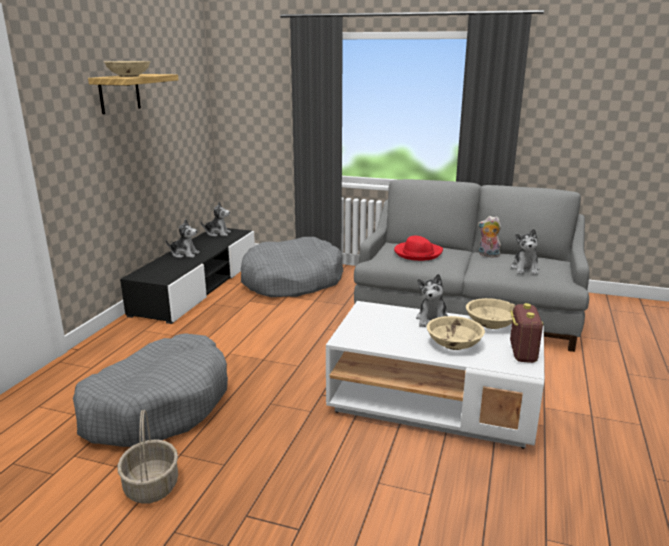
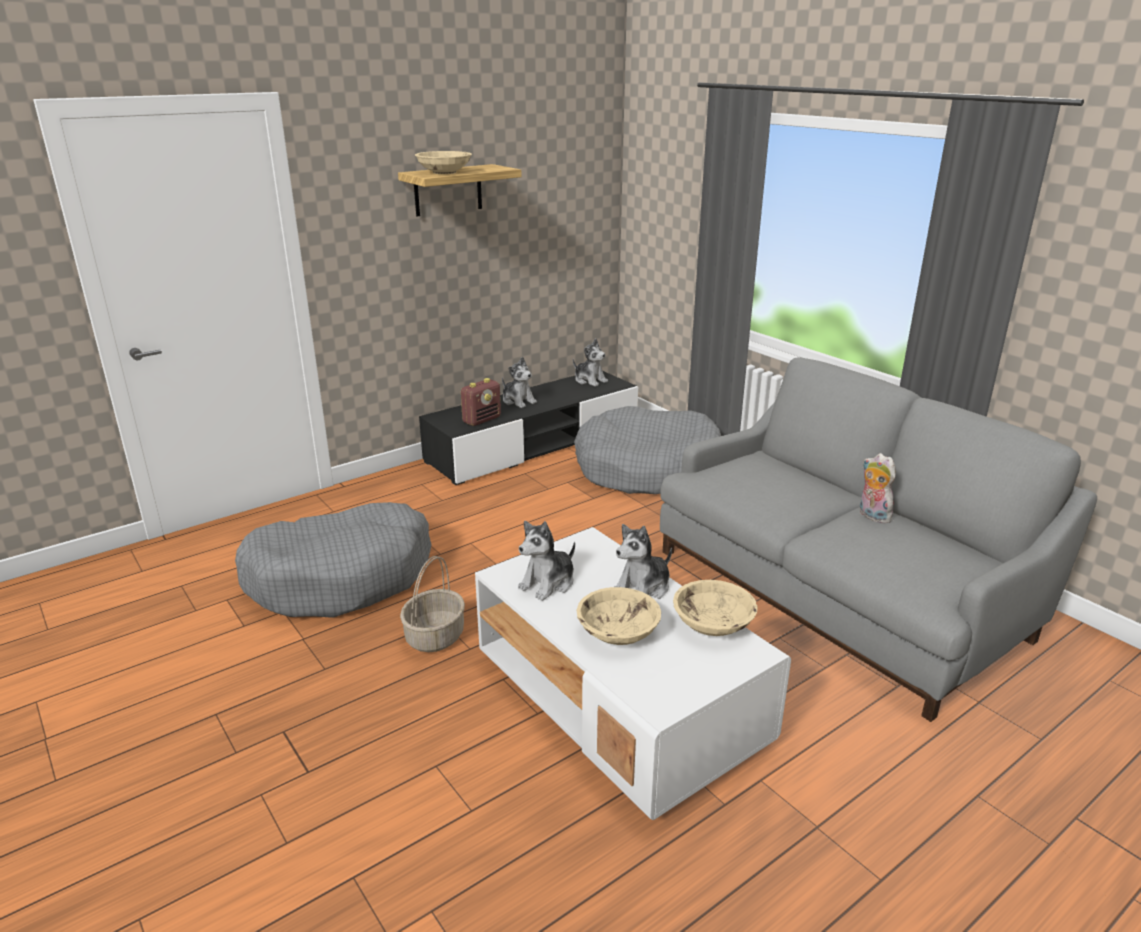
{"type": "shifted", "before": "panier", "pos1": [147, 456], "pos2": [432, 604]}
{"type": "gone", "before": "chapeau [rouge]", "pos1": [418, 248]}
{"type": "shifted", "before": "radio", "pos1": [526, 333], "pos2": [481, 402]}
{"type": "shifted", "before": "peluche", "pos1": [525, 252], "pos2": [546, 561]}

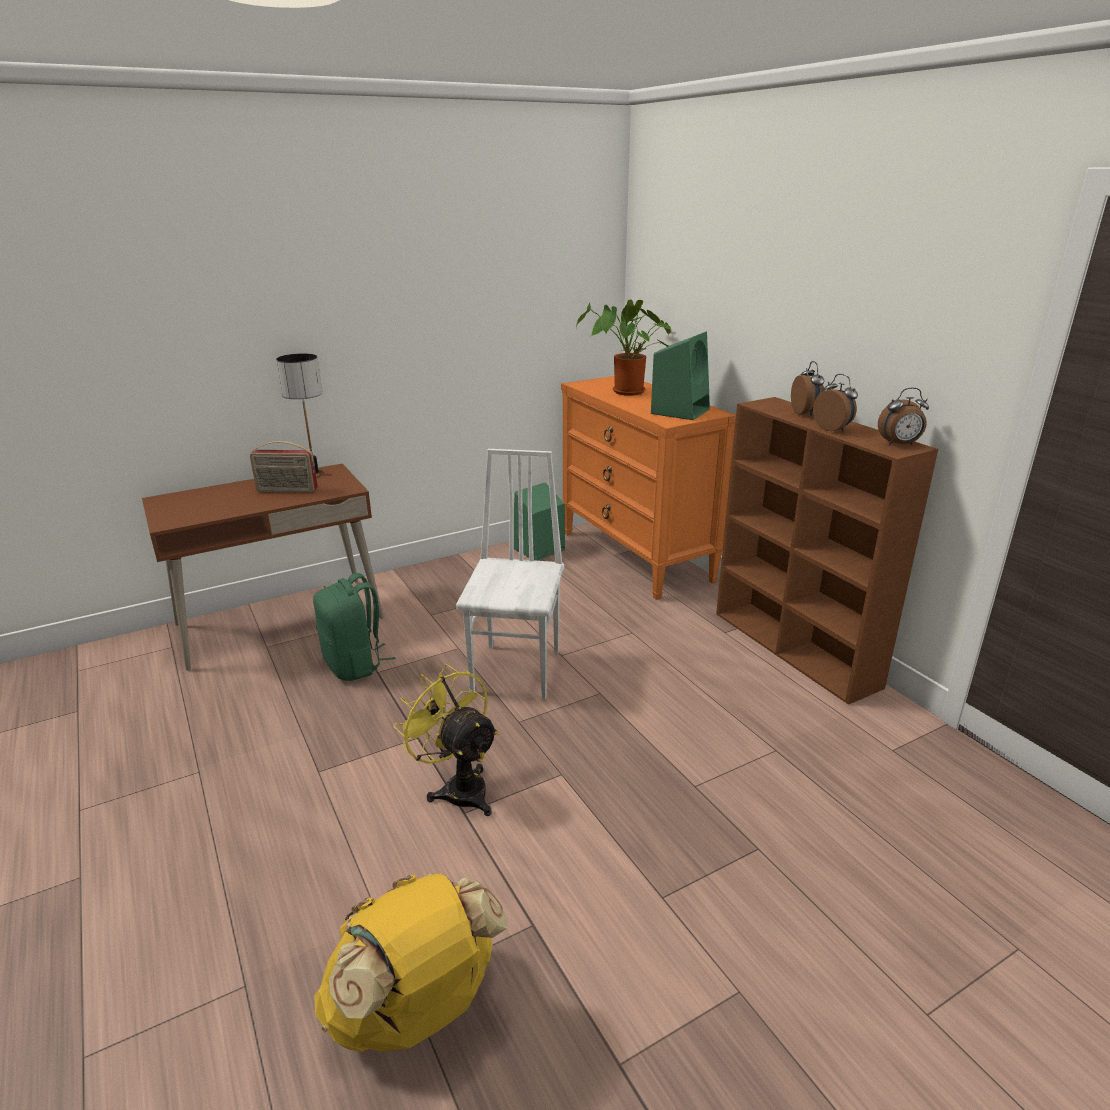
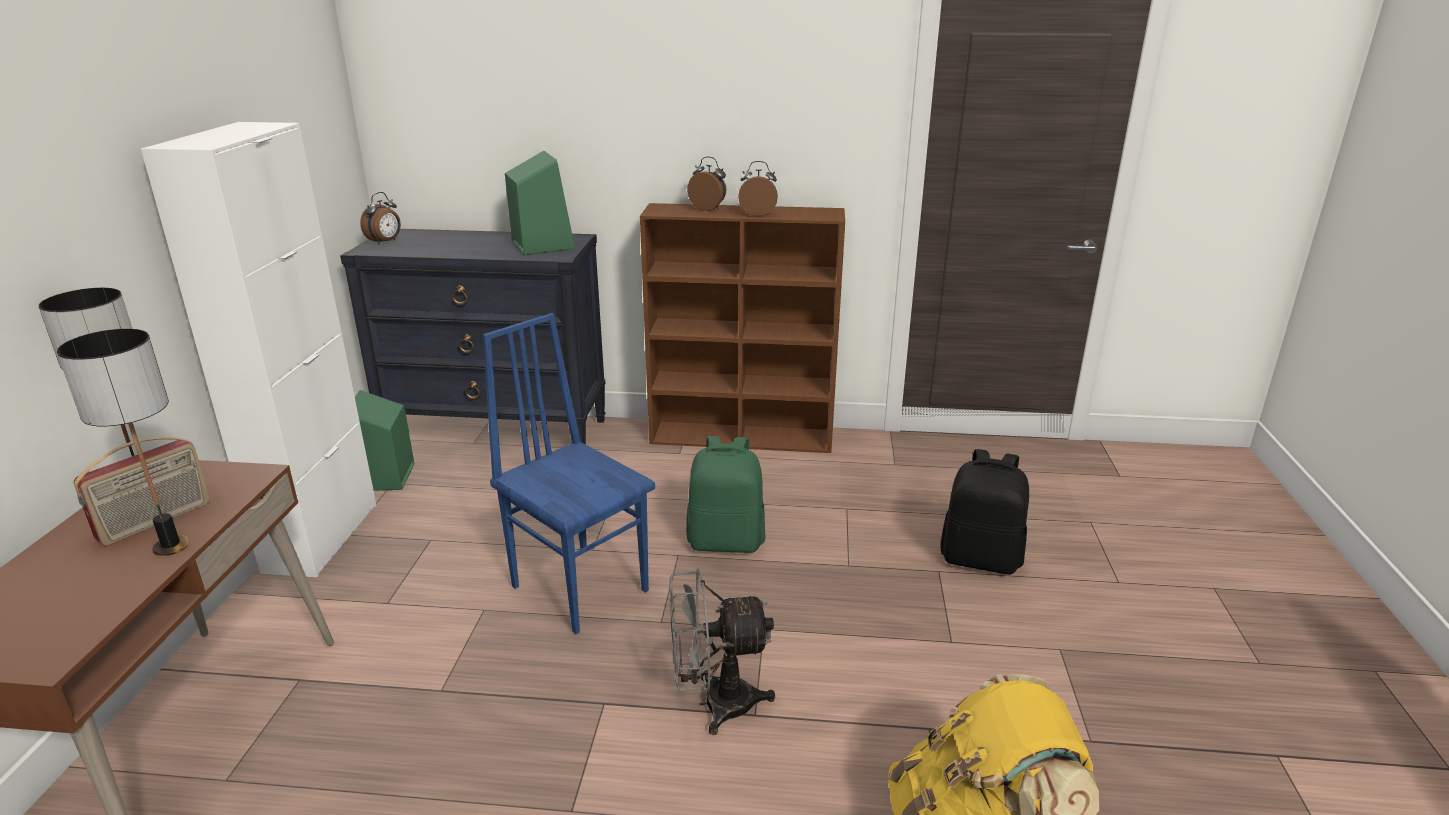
{"type": "shifted", "before": "sac à dos [vert]", "pos1": [354, 627], "pos2": [725, 494]}
{"type": "repainted", "before": "ventilateur [jaune]", "after": "ventilateur [gris]", "pos1": [446, 740], "pos2": [722, 651]}
{"type": "repainted", "before": "chaise [blanc]", "after": "chaise [bleu]", "pos1": [510, 574], "pos2": [569, 473]}
{"type": "repainted", "before": "commode [orange]", "after": "commode [noir]", "pos1": [648, 488], "pos2": [473, 337]}
{"type": "gone", "before": "plante en pot", "pos1": [624, 347]}
{"type": "shifted", "before": "réveil", "pos1": [903, 417], "pos2": [380, 218]}
{"type": "new", "after": "lampe de table", "pos2": [123, 442]}
{"type": "new", "after": "meuble de rangement [blanc]", "pos2": [259, 349]}
{"type": "new", "after": "sac à dos [noir]", "pos2": [984, 512]}

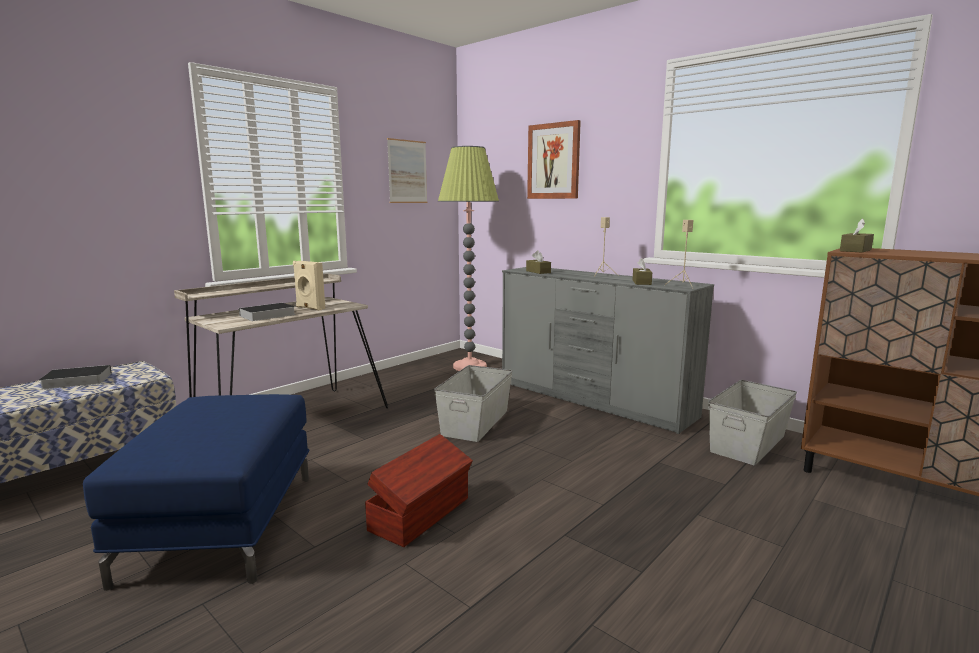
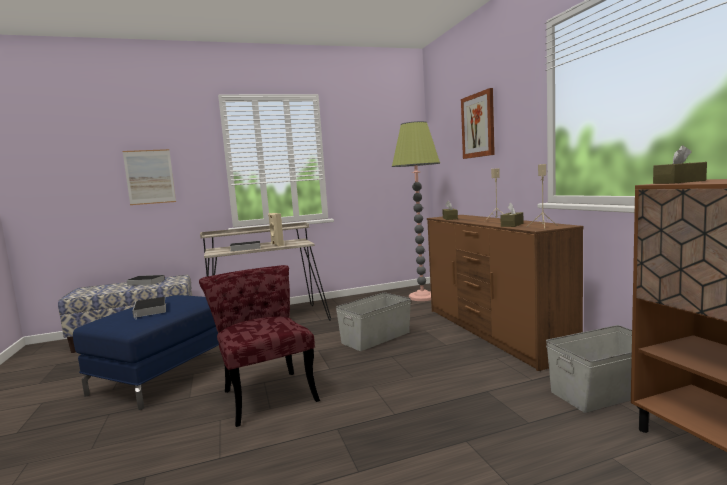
{"type": "swapped", "before": "boîte de rangement [marron]", "after": "chaise [rouge]", "pos1": [419, 490], "pos2": [259, 346]}
{"type": "shifted", "before": "tableau", "pos1": [407, 170], "pos2": [149, 177]}
{"type": "repainted", "before": "commode [gris]", "after": "commode [marron]", "pos1": [608, 350], "pos2": [505, 293]}
{"type": "new", "after": "livre", "pos2": [149, 308]}

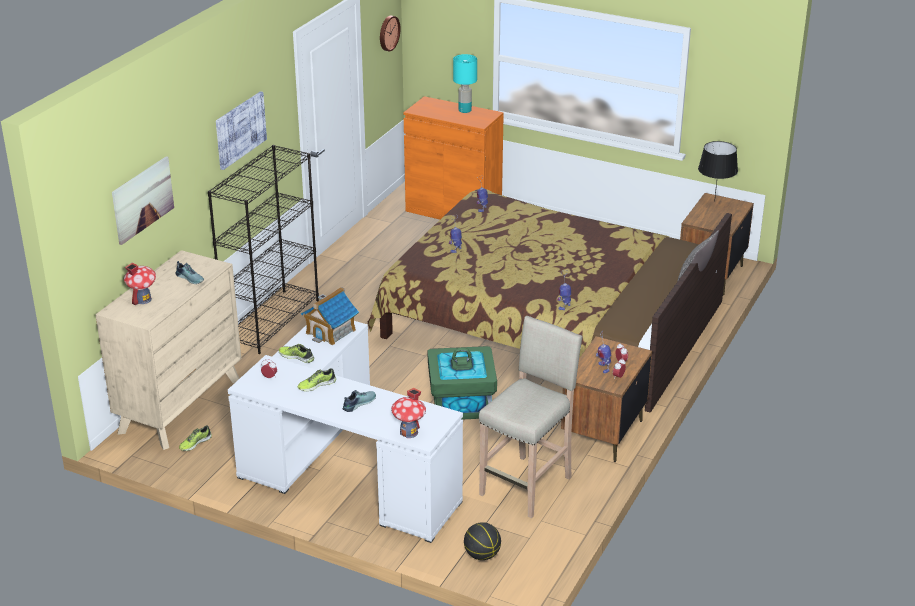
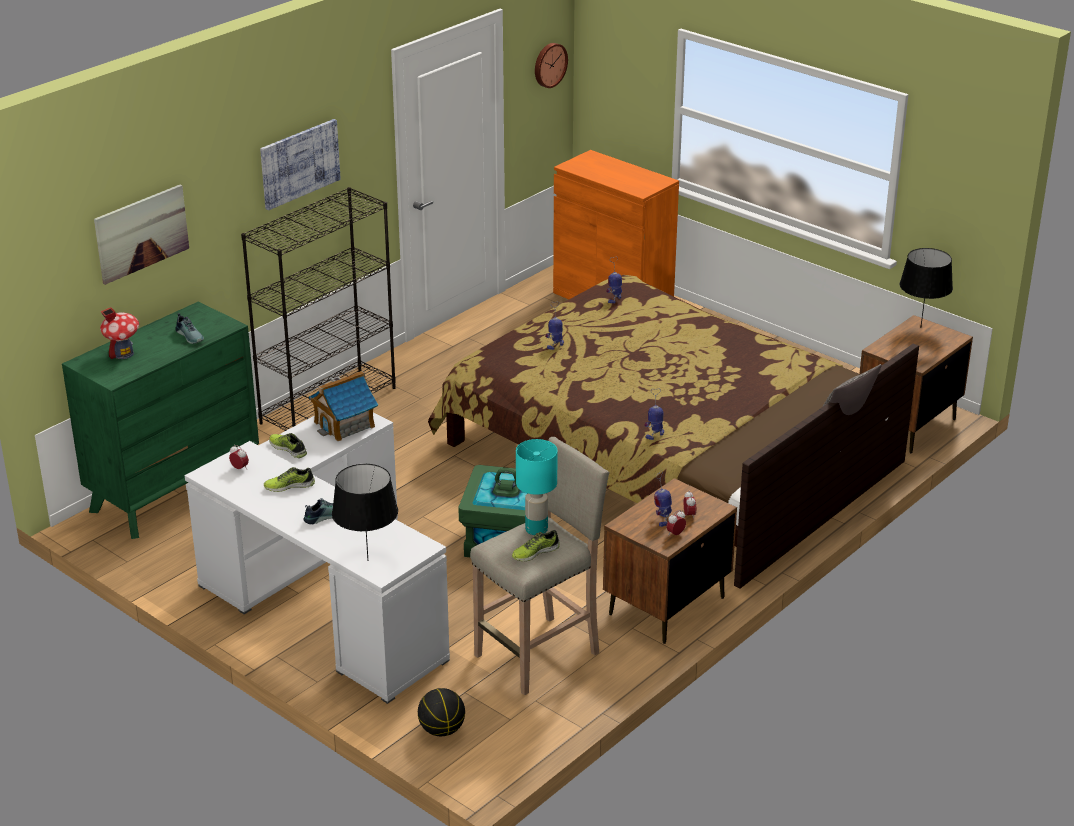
{"type": "repainted", "before": "commode [beige]", "after": "commode [vert]", "pos1": [168, 350], "pos2": [160, 420]}
{"type": "shifted", "before": "chaussure", "pos1": [195, 438], "pos2": [536, 545]}
{"type": "swapped", "before": "maison miniature", "after": "lampe de table [noir]", "pos1": [408, 413], "pos2": [365, 512]}
{"type": "shifted", "before": "lampe de table [turquoise]", "pos1": [465, 83], "pos2": [536, 487]}

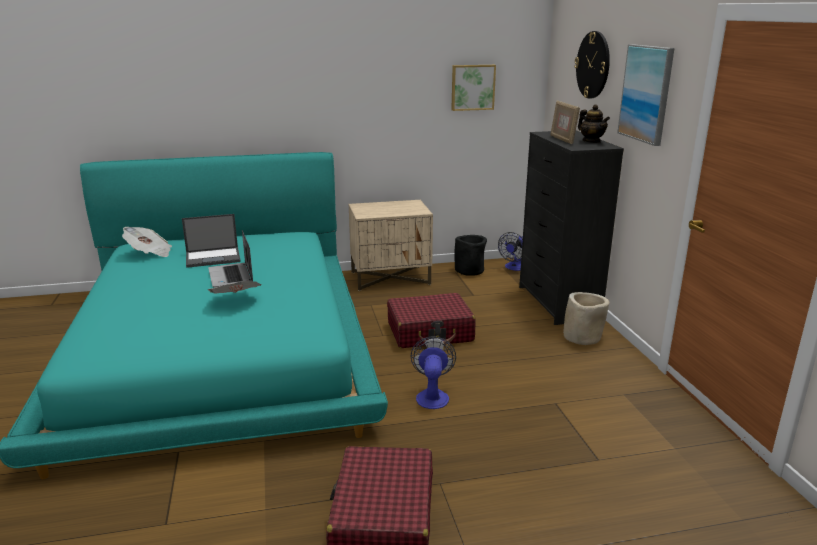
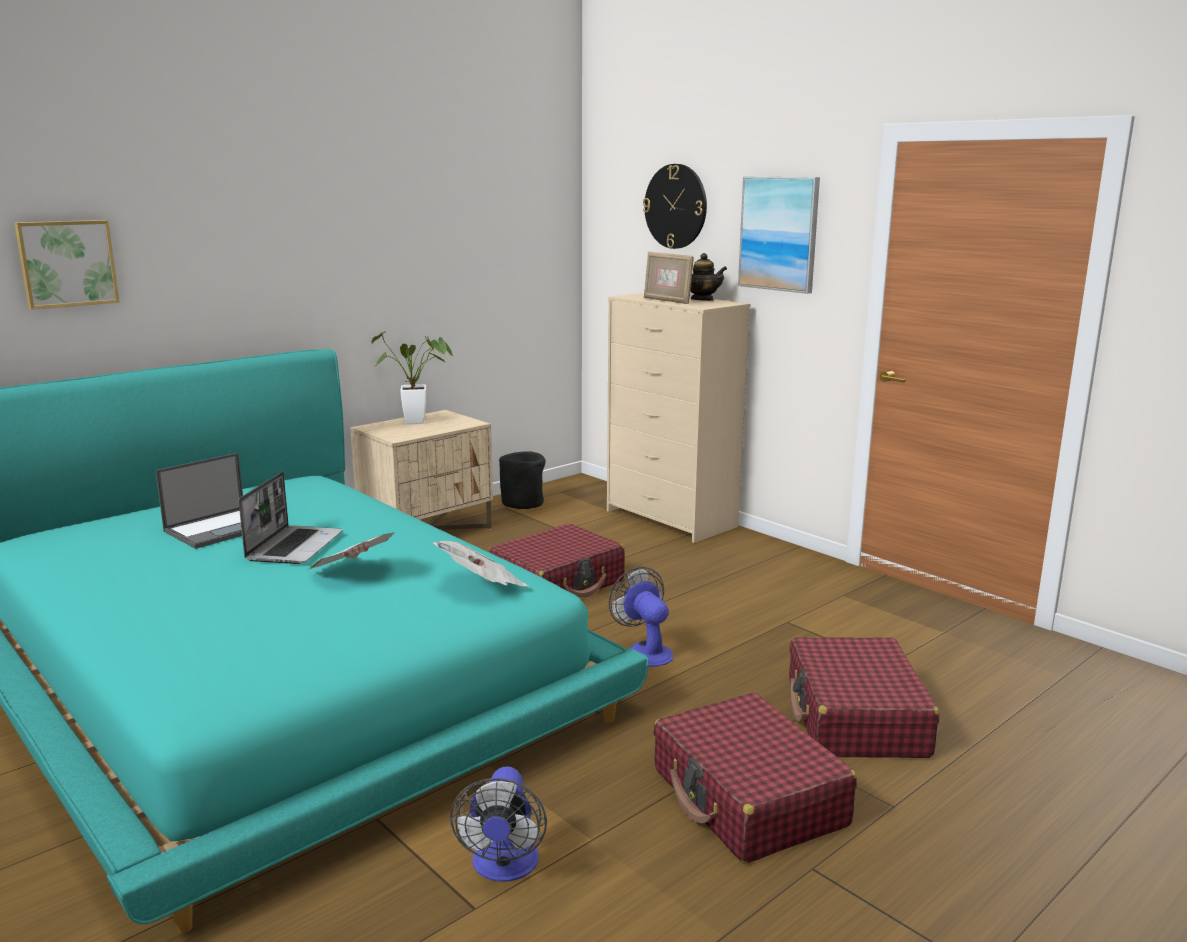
{"type": "shifted", "before": "journal", "pos1": [147, 242], "pos2": [481, 563]}
{"type": "rotated", "before": "ordinateur portable", "pos1": [230, 259], "pos2": [291, 518], "turn": -120}
{"type": "shifted", "before": "tableau", "pos1": [473, 88], "pos2": [67, 265]}
{"type": "shifted", "before": "ventilateur", "pos1": [510, 251], "pos2": [498, 824]}
{"type": "repainted", "before": "commode [noir]", "after": "commode [beige]", "pos1": [571, 227], "pos2": [678, 418]}
{"type": "gone", "before": "cache-pot [beige]", "pos1": [586, 318]}
{"type": "new", "after": "plante en pot", "pos2": [412, 378]}
{"type": "new", "after": "valise [rouge]", "pos2": [864, 697]}

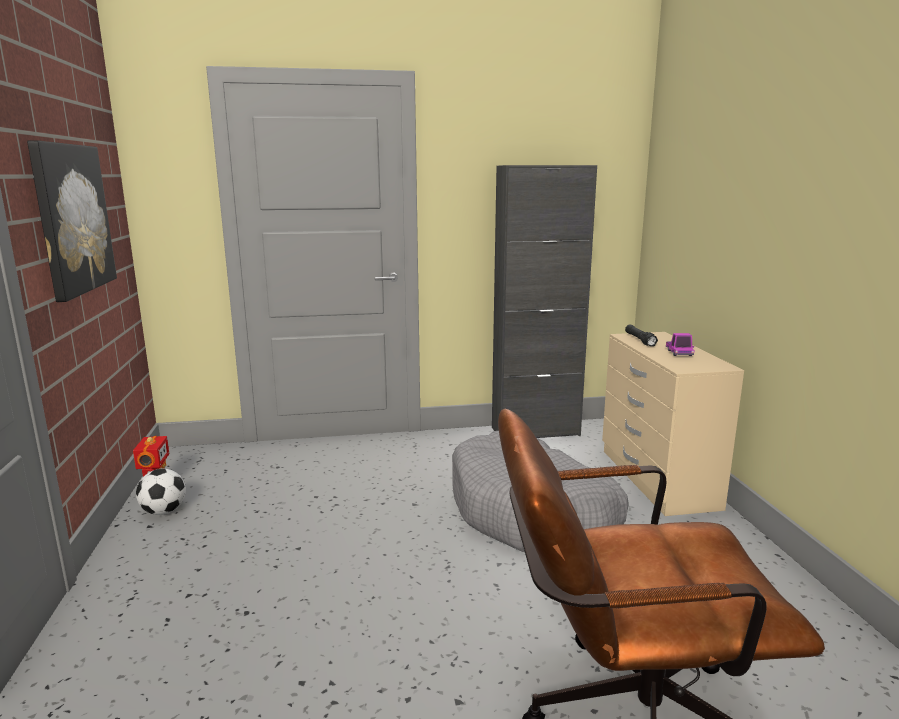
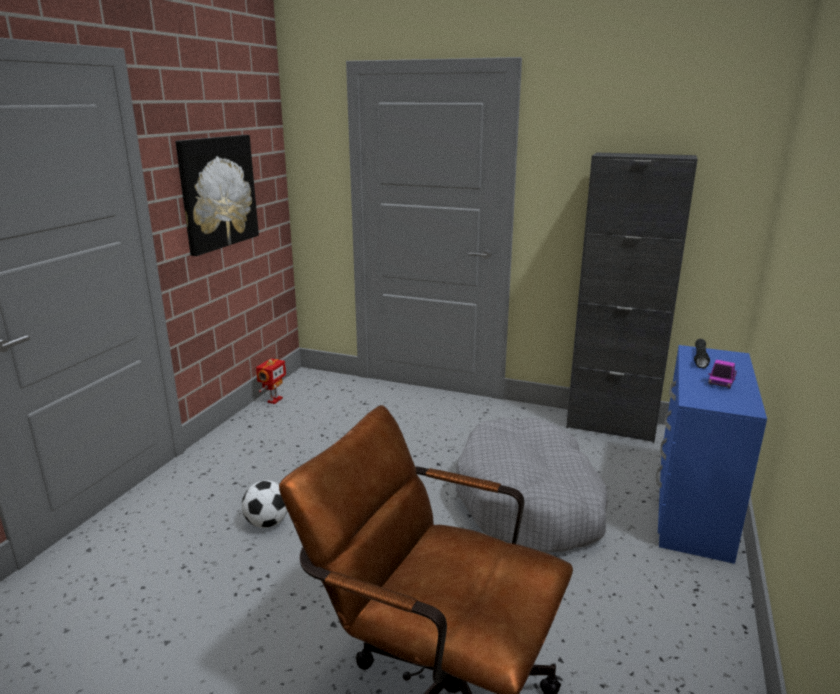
{"type": "shifted", "before": "ballon de foot", "pos1": [161, 492], "pos2": [264, 504]}
{"type": "repainted", "before": "commode [beige]", "after": "commode [bleu]", "pos1": [673, 424], "pos2": [711, 454]}

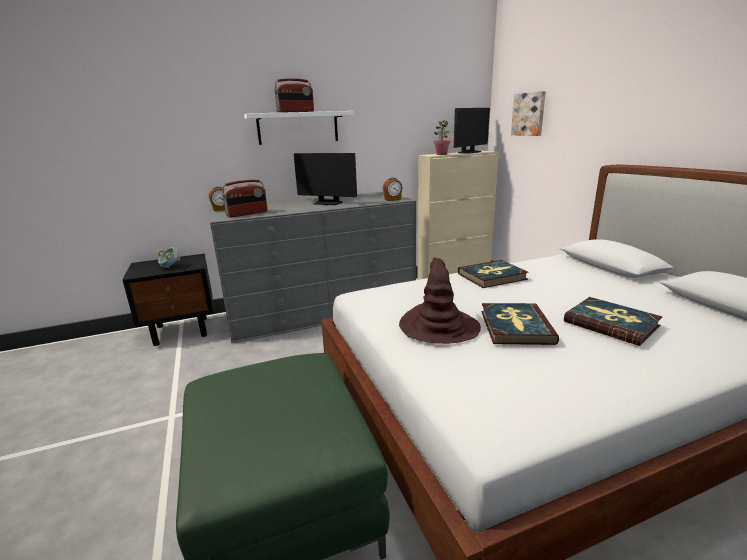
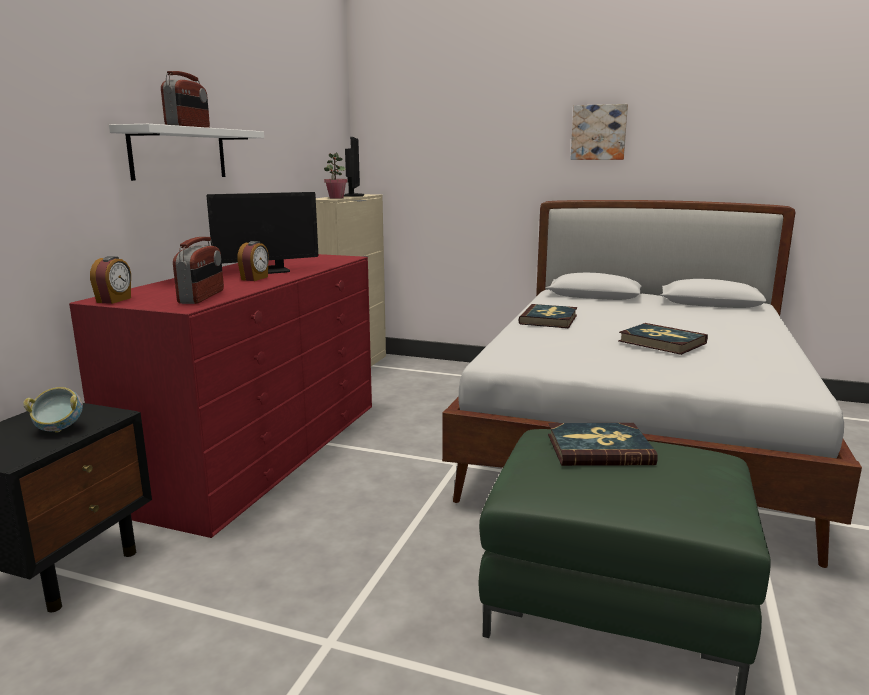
{"type": "repainted", "before": "commode [gris]", "after": "commode [rouge]", "pos1": [312, 267], "pos2": [220, 396]}
{"type": "shifted", "before": "réveil", "pos1": [393, 189], "pos2": [253, 261]}
{"type": "gone", "before": "chapeau [marron]", "pos1": [440, 301]}
{"type": "shifted", "before": "tableau", "pos1": [528, 113], "pos2": [599, 132]}
{"type": "shifted", "before": "livre", "pos1": [613, 321], "pos2": [603, 444]}

